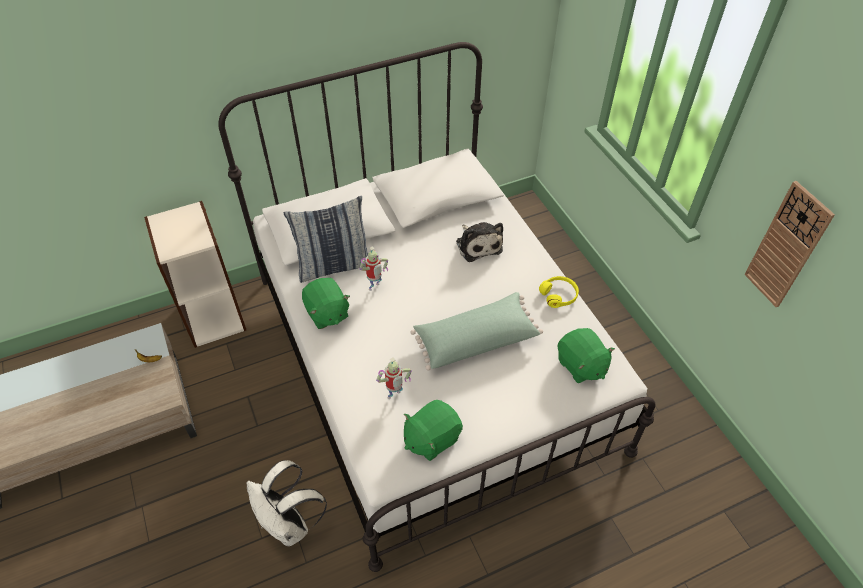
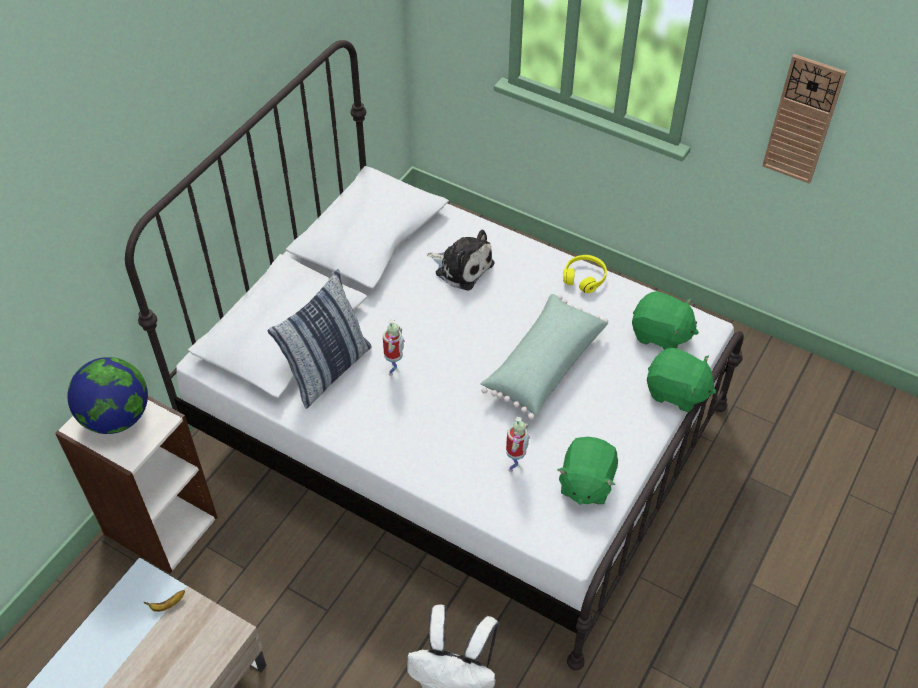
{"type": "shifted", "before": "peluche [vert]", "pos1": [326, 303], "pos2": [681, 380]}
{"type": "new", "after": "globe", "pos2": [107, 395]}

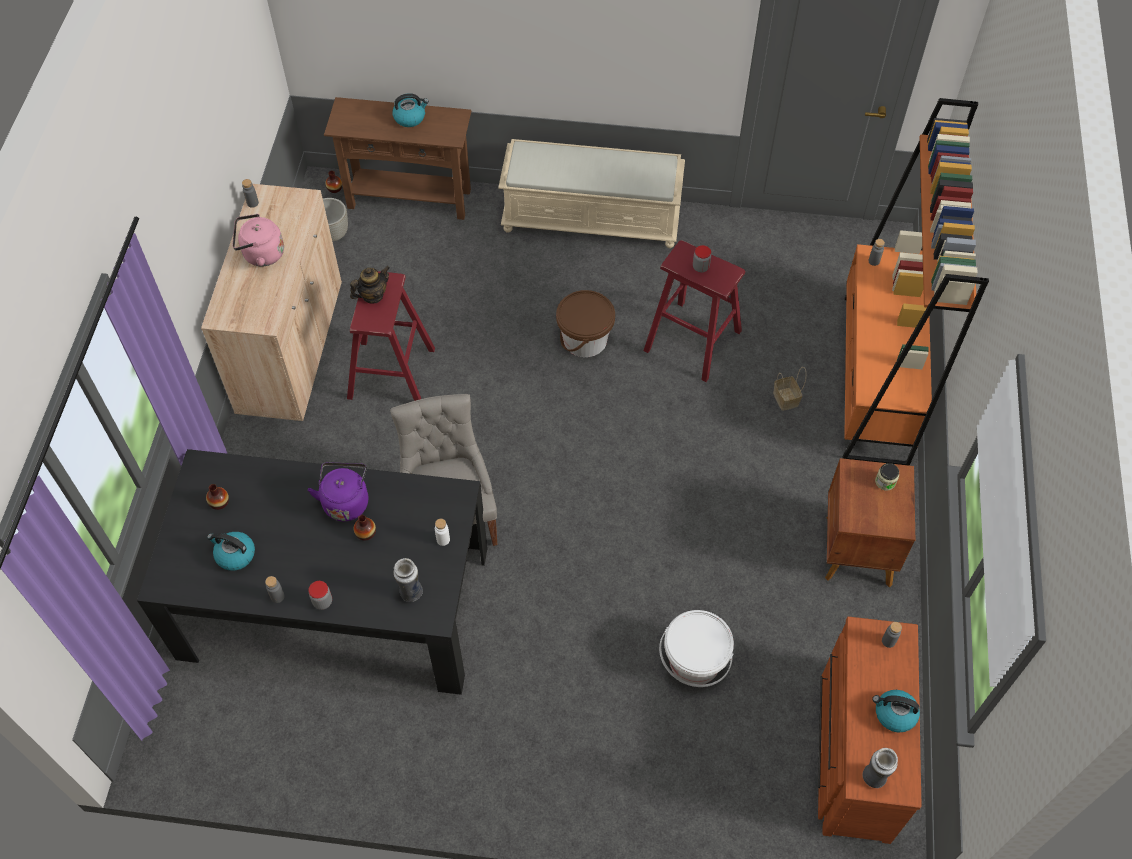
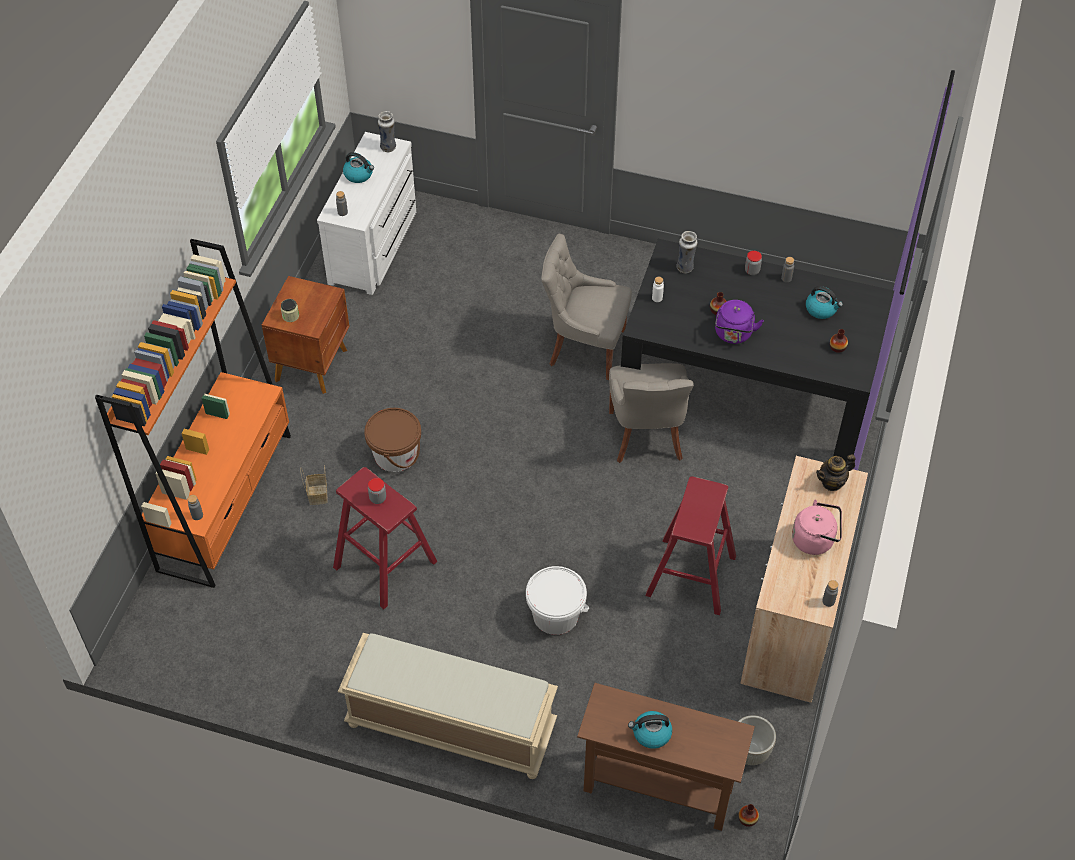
{"type": "shifted", "before": "théière", "pos1": [370, 284], "pos2": [836, 472]}
{"type": "shifted", "before": "seau [marron]", "pos1": [585, 323], "pos2": [392, 440]}
{"type": "shifted", "before": "seau [blanc]", "pos1": [696, 648], "pos2": [557, 600]}
{"type": "repainted", "before": "commode [marron]", "after": "commode [blanc]", "pos1": [870, 730], "pos2": [366, 213]}
{"type": "new", "after": "chaise [gris]", "pos2": [586, 307]}

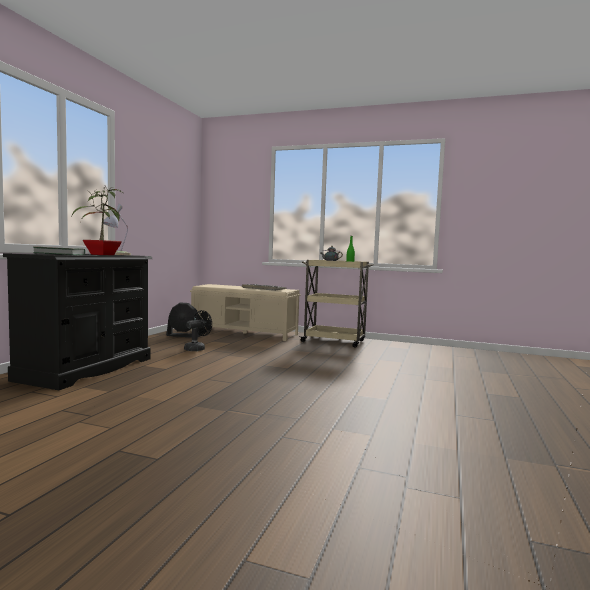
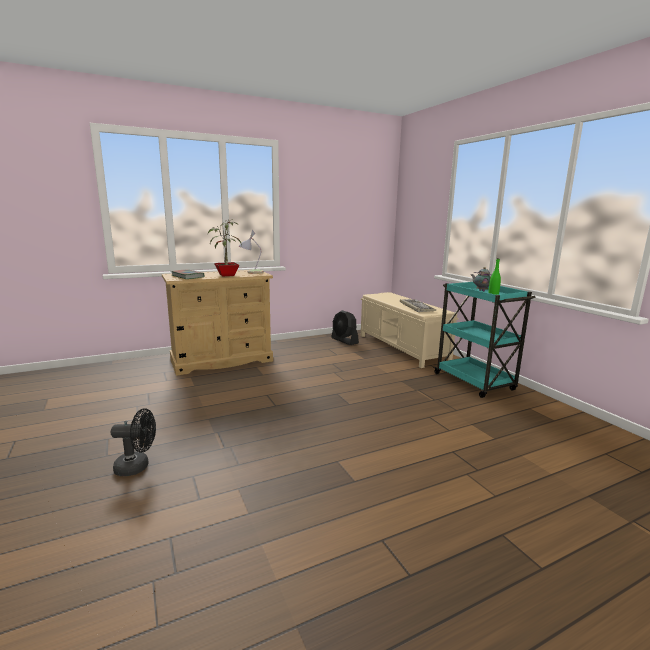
{"type": "repainted", "before": "commode [noir]", "after": "commode [beige]", "pos1": [77, 321], "pos2": [217, 323]}
{"type": "shifted", "before": "ventilateur [noir]", "pos1": [198, 330], "pos2": [133, 442]}
{"type": "repainted", "before": "chariot [beige]", "after": "chariot [turquoise]", "pos1": [336, 304], "pos2": [485, 340]}

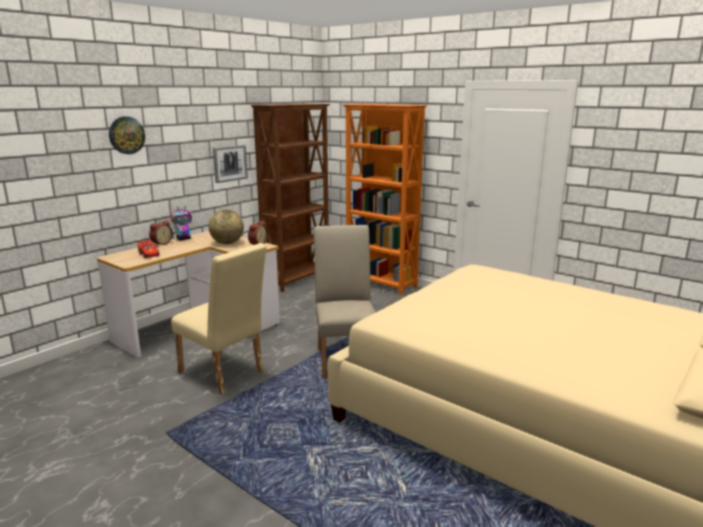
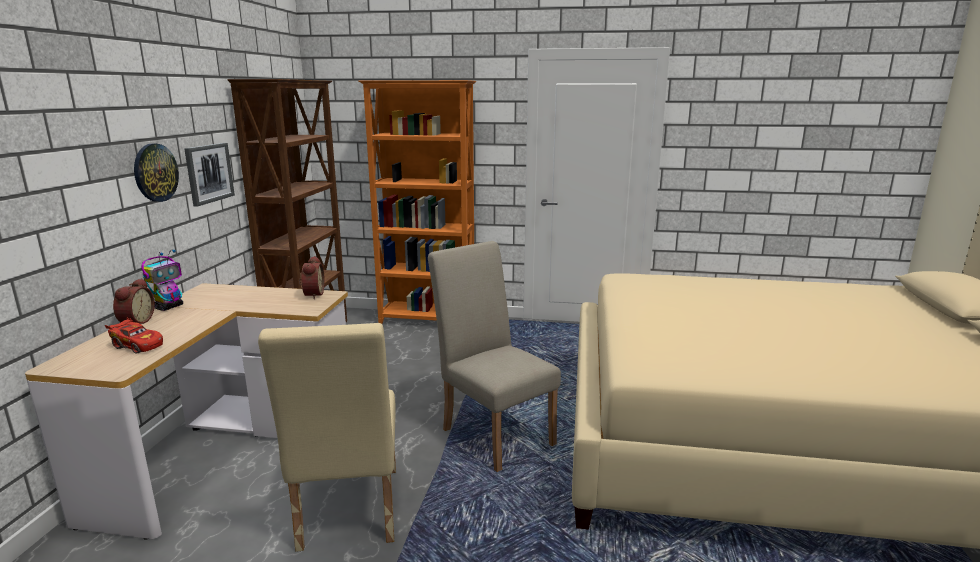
{"type": "shifted", "before": "horloge murale", "pos1": [127, 135], "pos2": [156, 173]}
{"type": "rotated", "before": "chaise [beige]", "pos1": [219, 318], "pos2": [327, 437], "turn": 75}
{"type": "gone", "before": "globe", "pos1": [226, 227]}

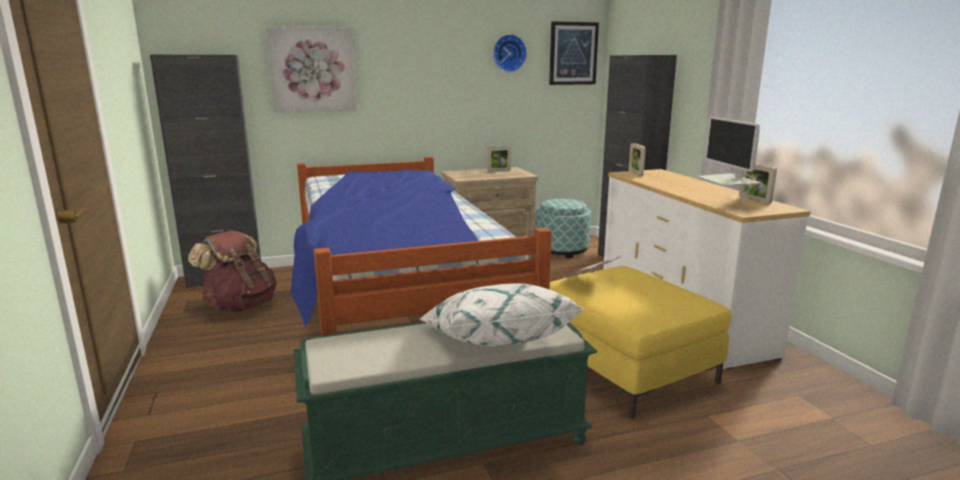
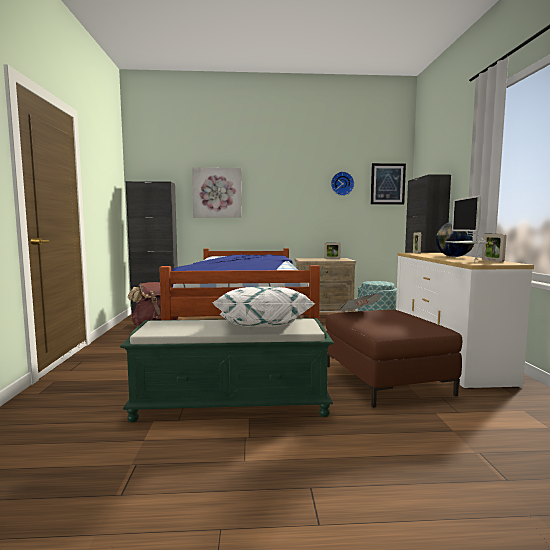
{"type": "repainted", "before": "pouf [jaune]", "after": "pouf [marron]", "pos1": [640, 342], "pos2": [394, 359]}
{"type": "new", "after": "globe", "pos2": [455, 239]}

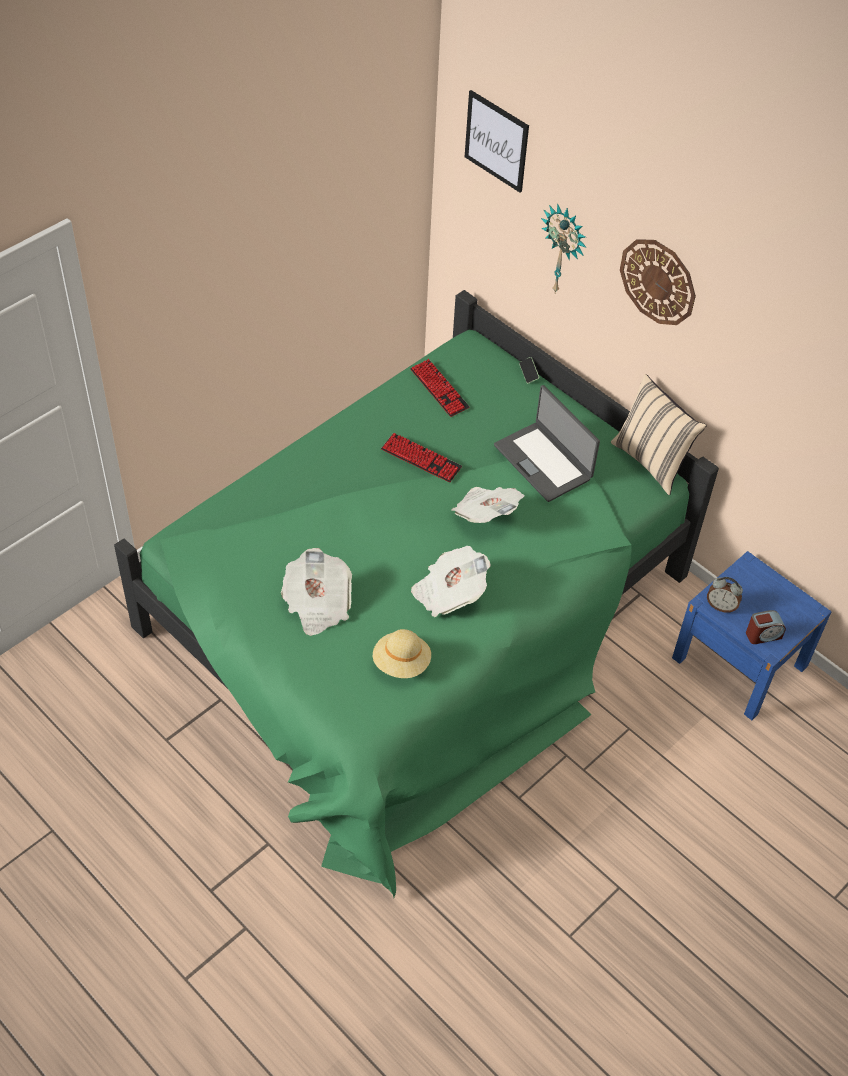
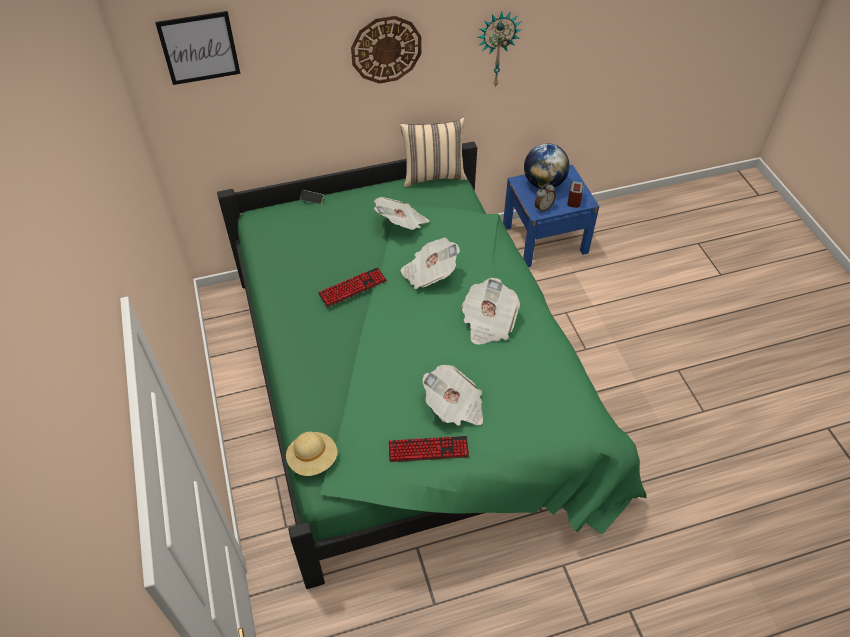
{"type": "shifted", "before": "chapeau [beige]", "pos1": [402, 653], "pos2": [311, 454]}
{"type": "shifted", "before": "clavier", "pos1": [440, 388], "pos2": [428, 449]}
{"type": "swapped", "before": "ordinateur portable", "after": "journal", "pos1": [547, 443], "pos2": [401, 213]}
{"type": "shifted", "before": "horloge murale", "pos1": [564, 248], "pos2": [499, 49]}
{"type": "new", "after": "globe", "pos2": [547, 166]}

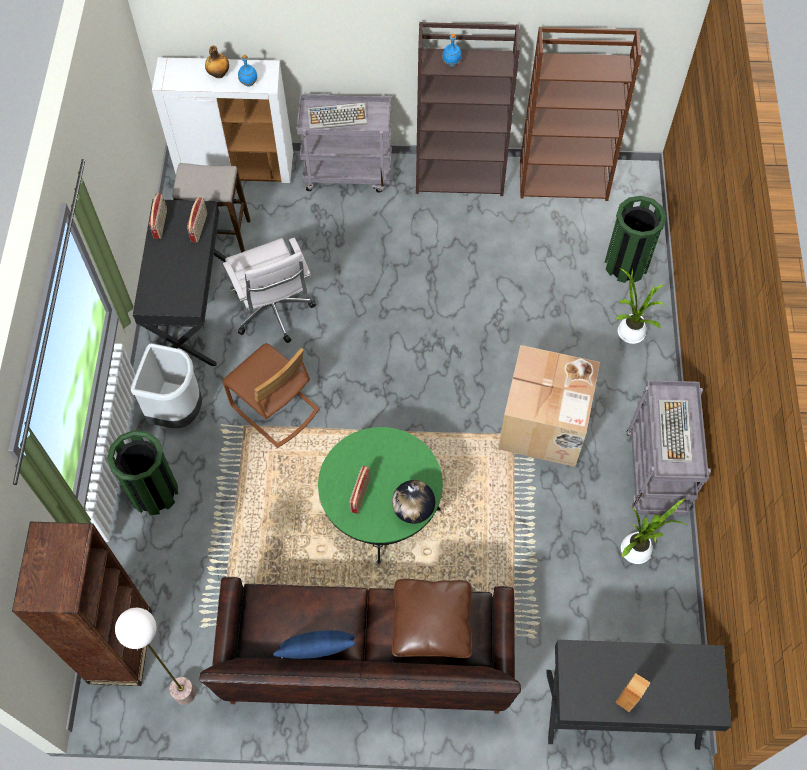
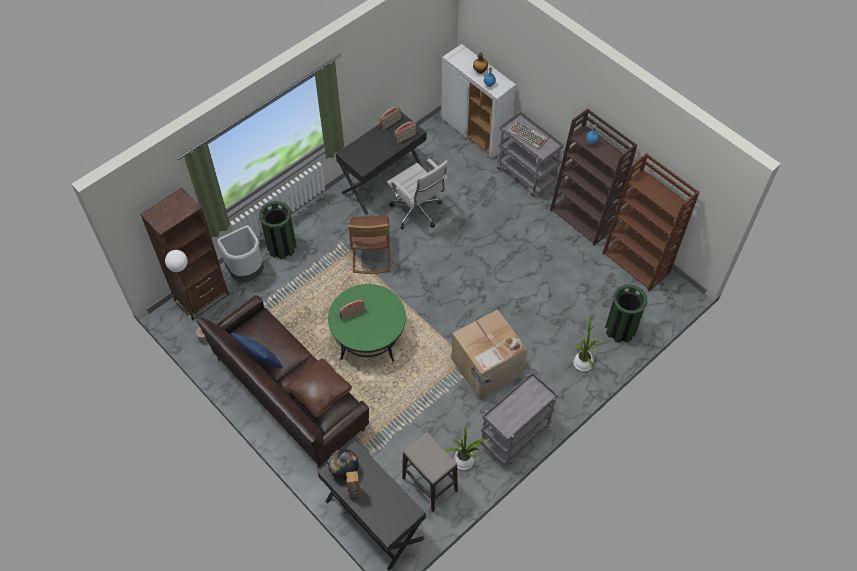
{"type": "shifted", "before": "poubelle [gris]", "pos1": [166, 385], "pos2": [240, 253]}
{"type": "shifted", "before": "tabouret", "pos1": [211, 208], "pos2": [430, 472]}
{"type": "rotated", "before": "chaise de bureau [blanc]", "pos1": [269, 290], "pos2": [417, 193], "turn": -60}
{"type": "shifted", "before": "globe", "pos1": [413, 502], "pos2": [343, 464]}
{"type": "gone", "before": "clavier", "pos1": [675, 431]}

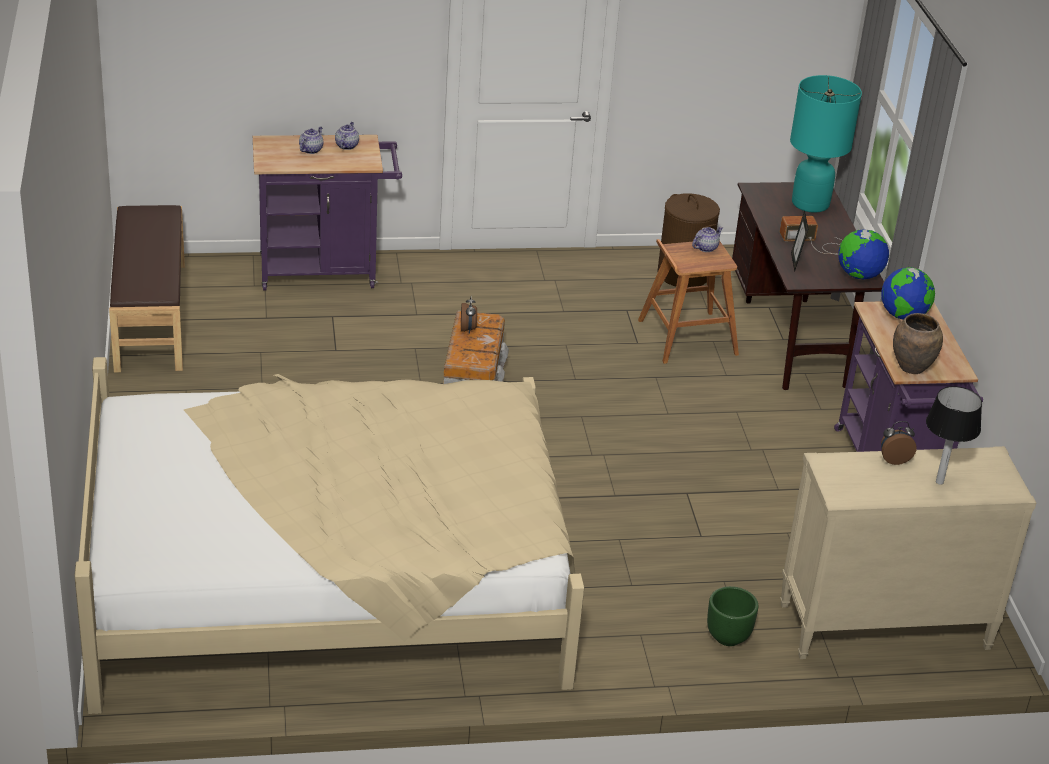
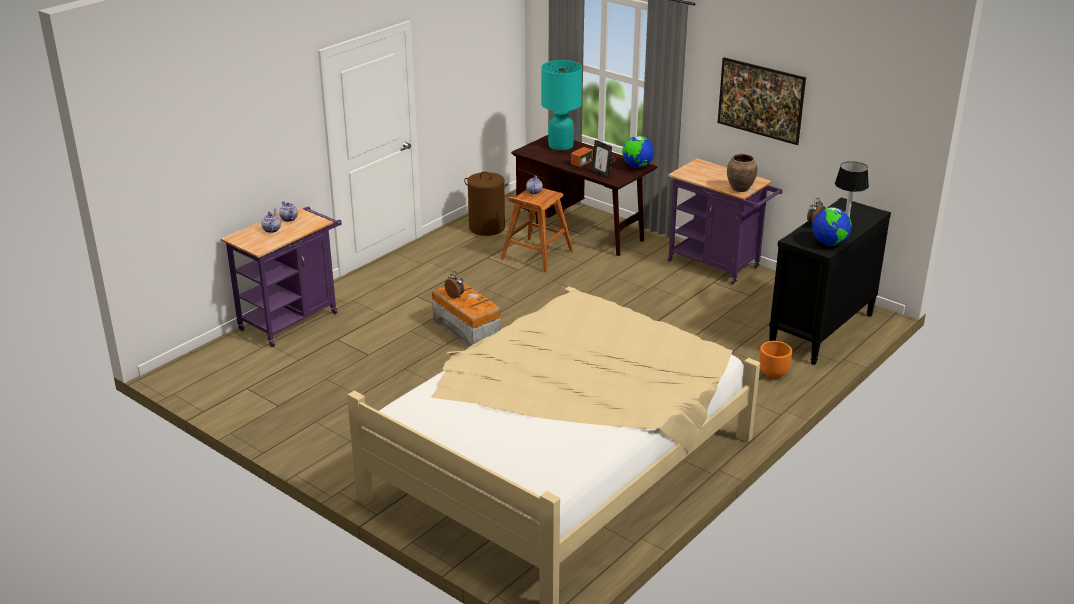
{"type": "gone", "before": "banc [marron]", "pos1": [147, 289]}
{"type": "repainted", "before": "cache-pot [vert]", "after": "cache-pot [orange]", "pos1": [732, 616], "pos2": [775, 360]}
{"type": "repainted", "before": "commode [beige]", "after": "commode [noir]", "pos1": [908, 552], "pos2": [830, 281]}
{"type": "shifted", "before": "globe", "pos1": [908, 293], "pos2": [831, 226]}
{"type": "new", "after": "tableau", "pos2": [762, 101]}

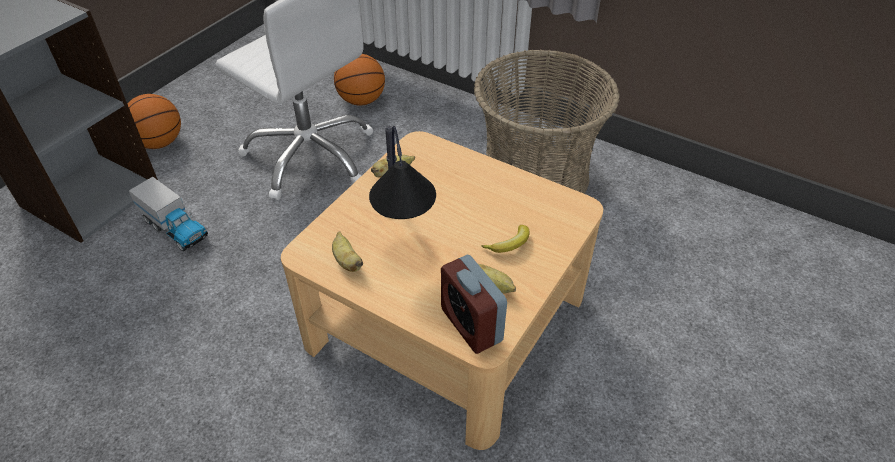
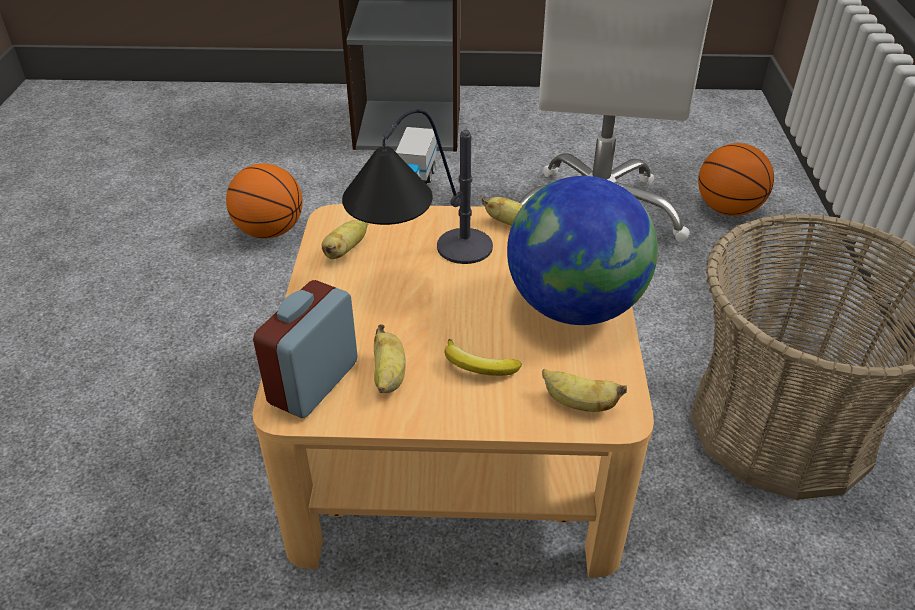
{"type": "shifted", "before": "ballon de basket", "pos1": [154, 121], "pos2": [264, 201]}
{"type": "new", "after": "globe", "pos2": [582, 250]}
{"type": "new", "after": "banane", "pos2": [584, 390]}

